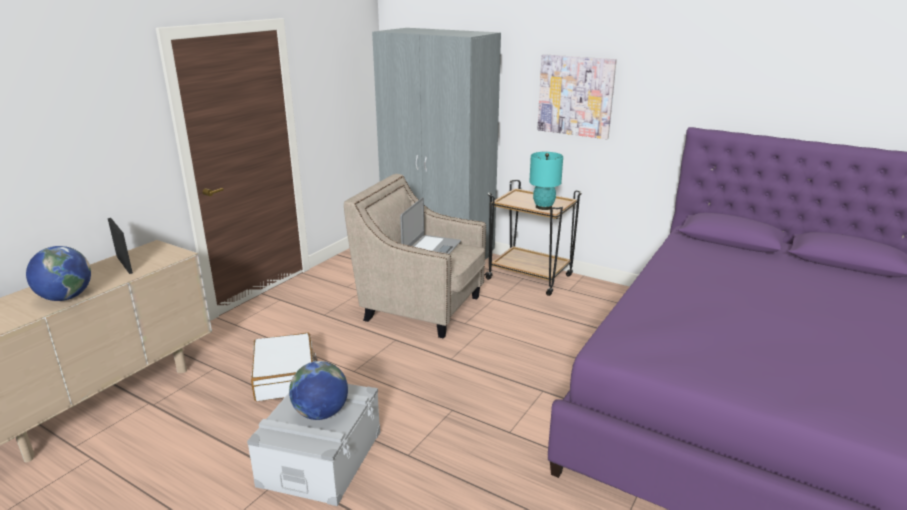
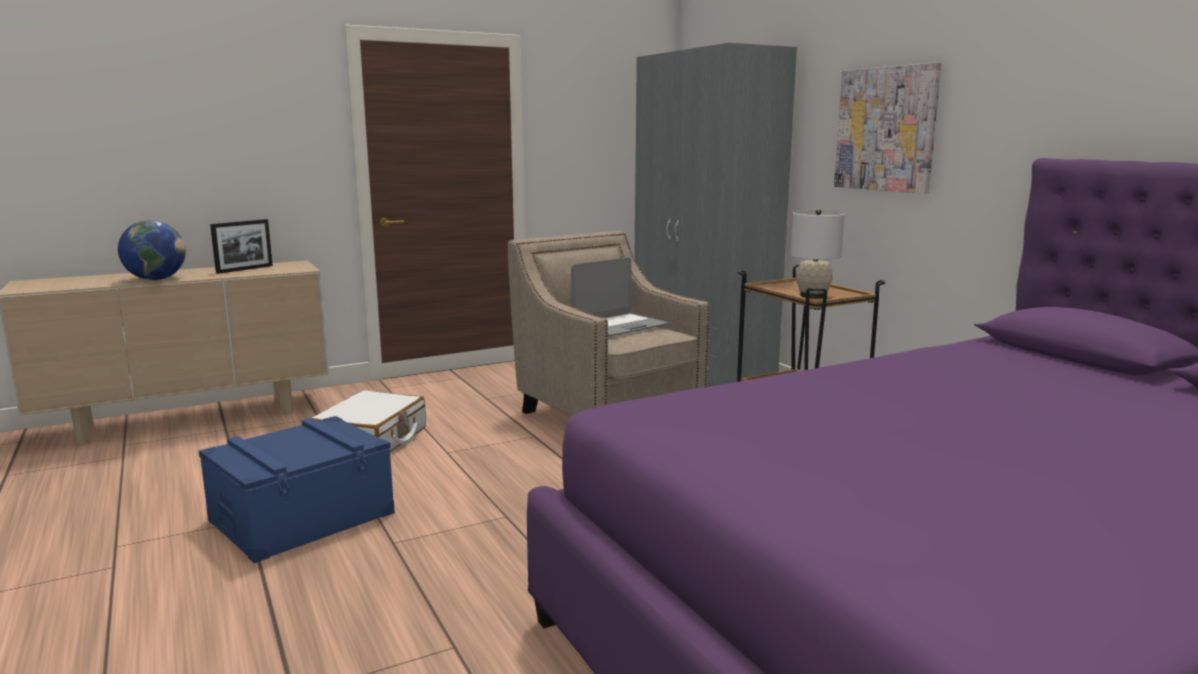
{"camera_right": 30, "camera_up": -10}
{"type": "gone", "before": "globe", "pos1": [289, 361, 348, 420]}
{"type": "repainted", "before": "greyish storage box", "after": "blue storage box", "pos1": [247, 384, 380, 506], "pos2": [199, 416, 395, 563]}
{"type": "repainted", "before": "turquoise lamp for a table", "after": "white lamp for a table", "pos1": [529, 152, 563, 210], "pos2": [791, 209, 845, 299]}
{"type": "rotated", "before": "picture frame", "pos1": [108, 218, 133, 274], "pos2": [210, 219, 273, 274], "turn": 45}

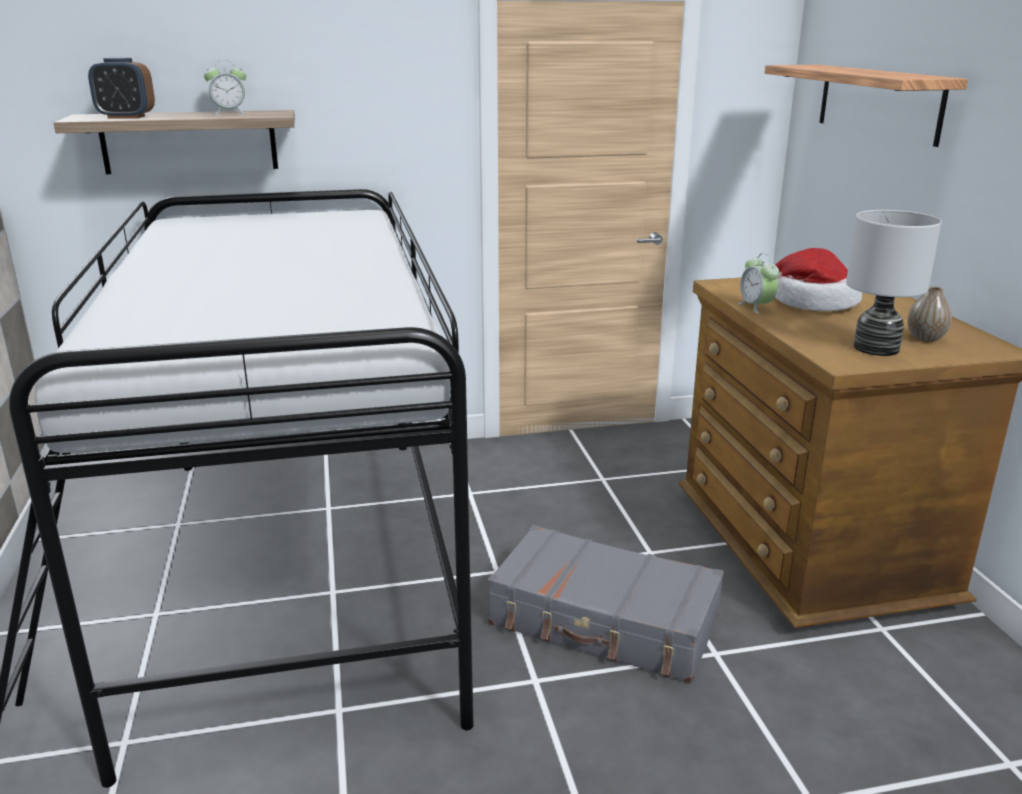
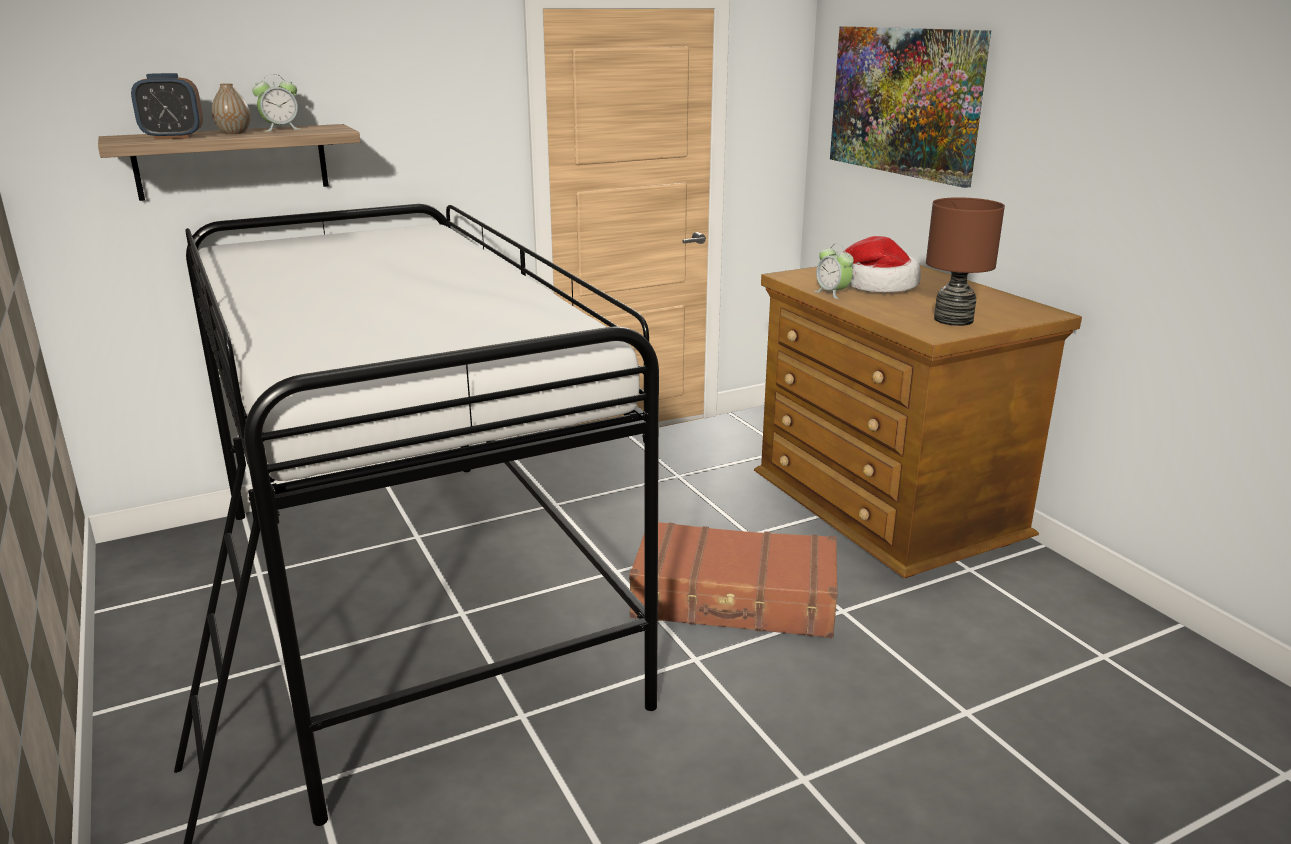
{"camera_right": -15, "camera_up": 0}
{"type": "shifted", "before": "vase", "pos1": [907, 286, 952, 342], "pos2": [212, 83, 251, 134]}
{"type": "swapped", "before": "wall shelf", "after": "picture", "pos1": [765, 65, 968, 147], "pos2": [830, 26, 991, 188]}
{"type": "repainted", "before": "greyish travel case", "after": "brown travel case", "pos1": [488, 525, 724, 684], "pos2": [629, 522, 838, 638]}
{"type": "repainted", "before": "greyish lamp for a table", "after": "brown lamp for a table", "pos1": [846, 210, 942, 356], "pos2": [926, 197, 1005, 326]}

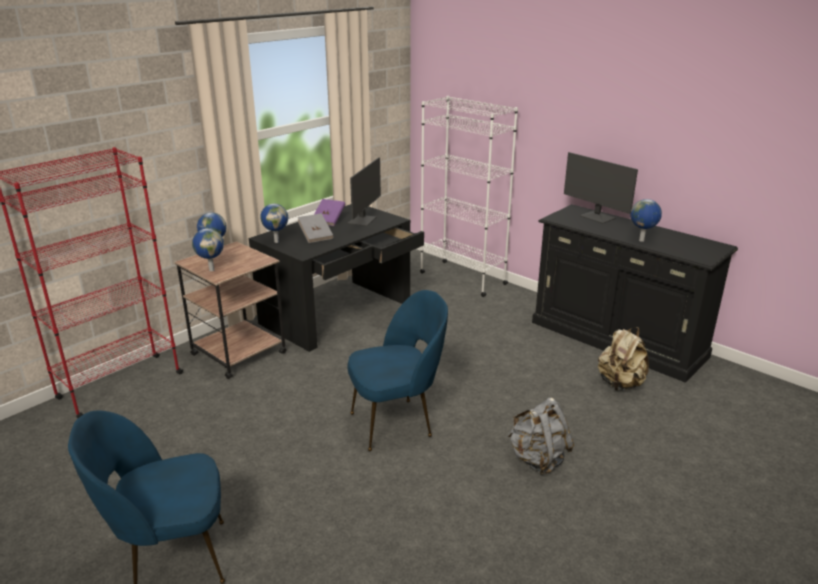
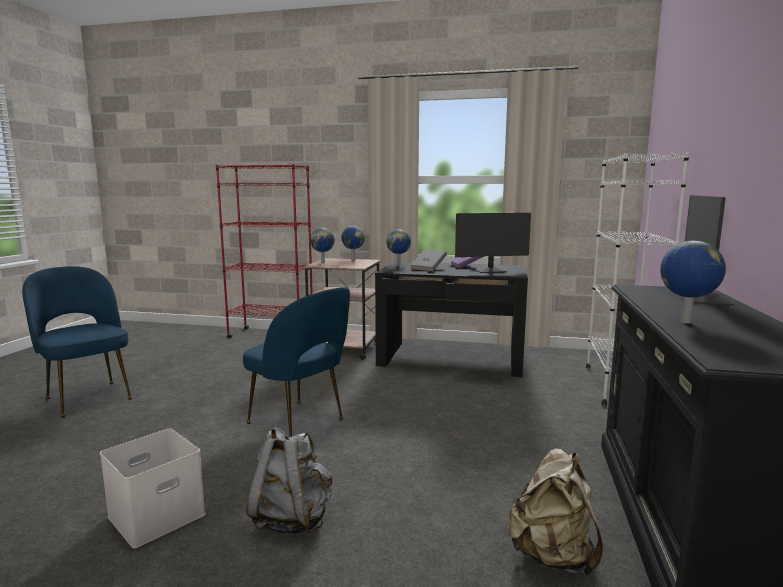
{"camera_right": 60, "camera_up": -15}
{"type": "new", "after": "white storage box", "pos2": [100, 428, 206, 549]}

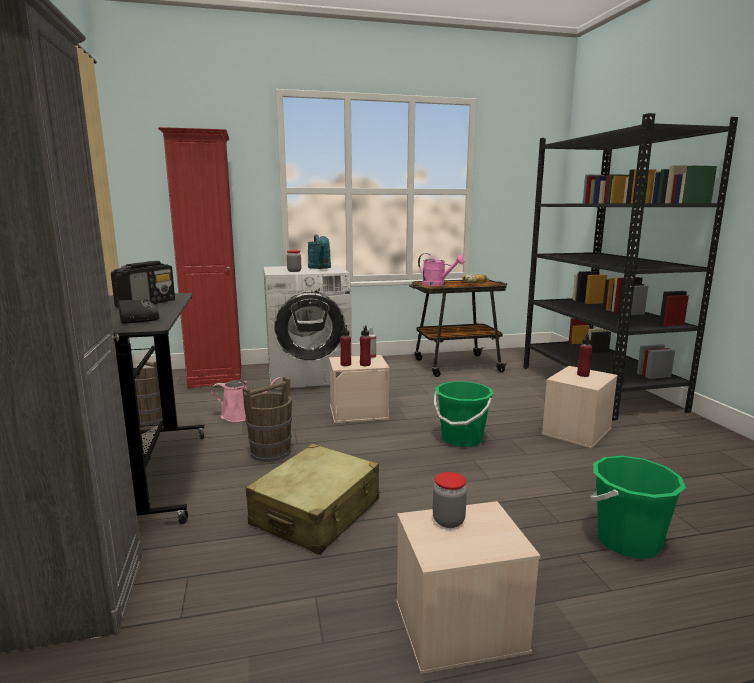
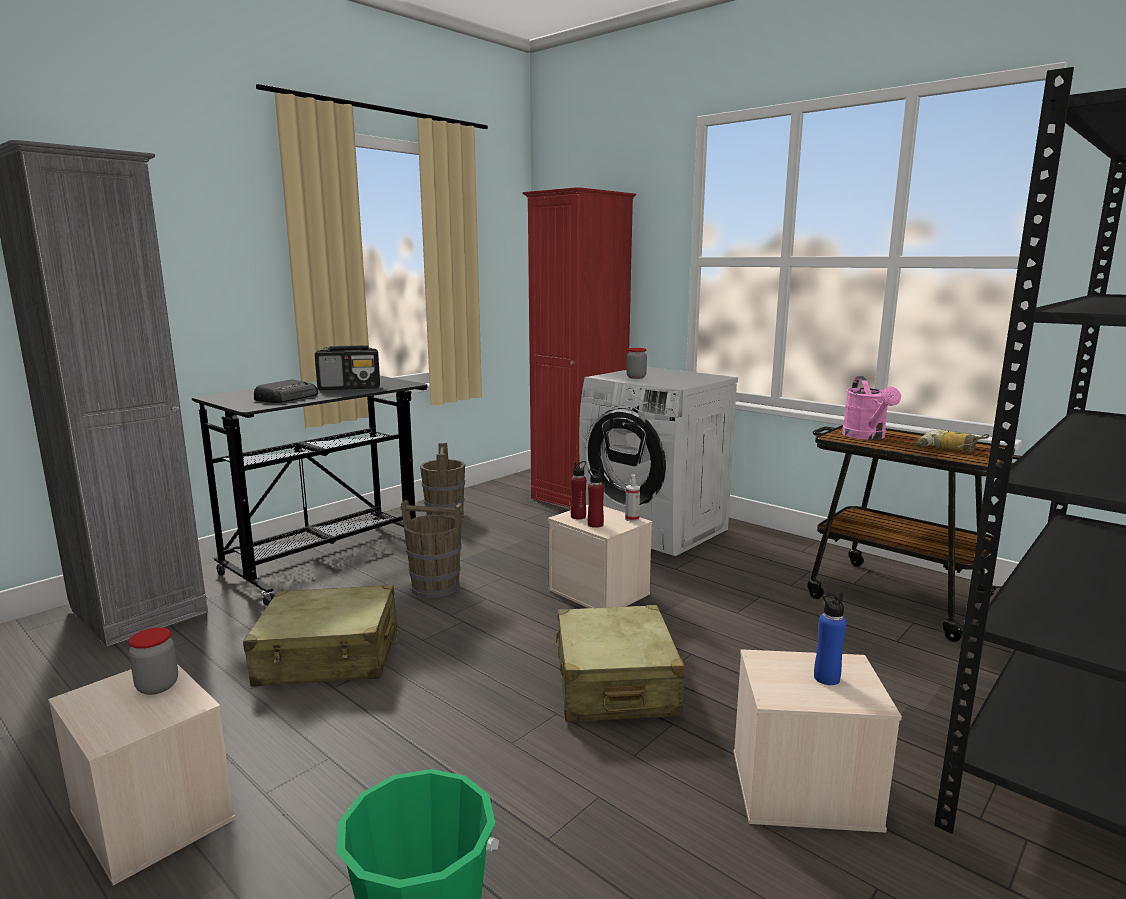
{"camera_right": 55, "camera_up": 0}
{"type": "gone", "before": "pink watering pot", "pos1": [210, 377, 281, 422]}
{"type": "gone", "before": "turquoise watering pot", "pos1": [307, 235, 331, 269]}
{"type": "swapped", "before": "greenish pail", "after": "beige-coloured travel case", "pos1": [434, 381, 493, 447], "pos2": [554, 605, 685, 721]}
{"type": "repainted", "before": "red-coloured drink bottle", "after": "blue drink bottle", "pos1": [577, 333, 592, 377], "pos2": [814, 592, 846, 685]}

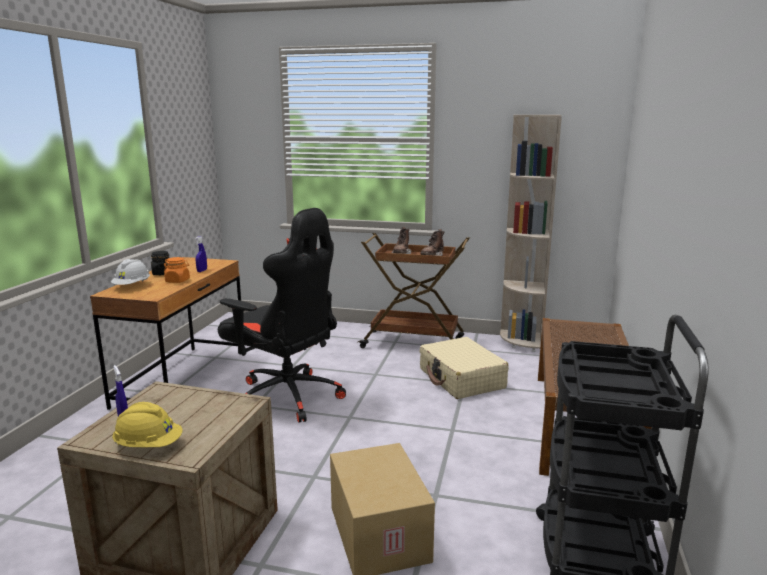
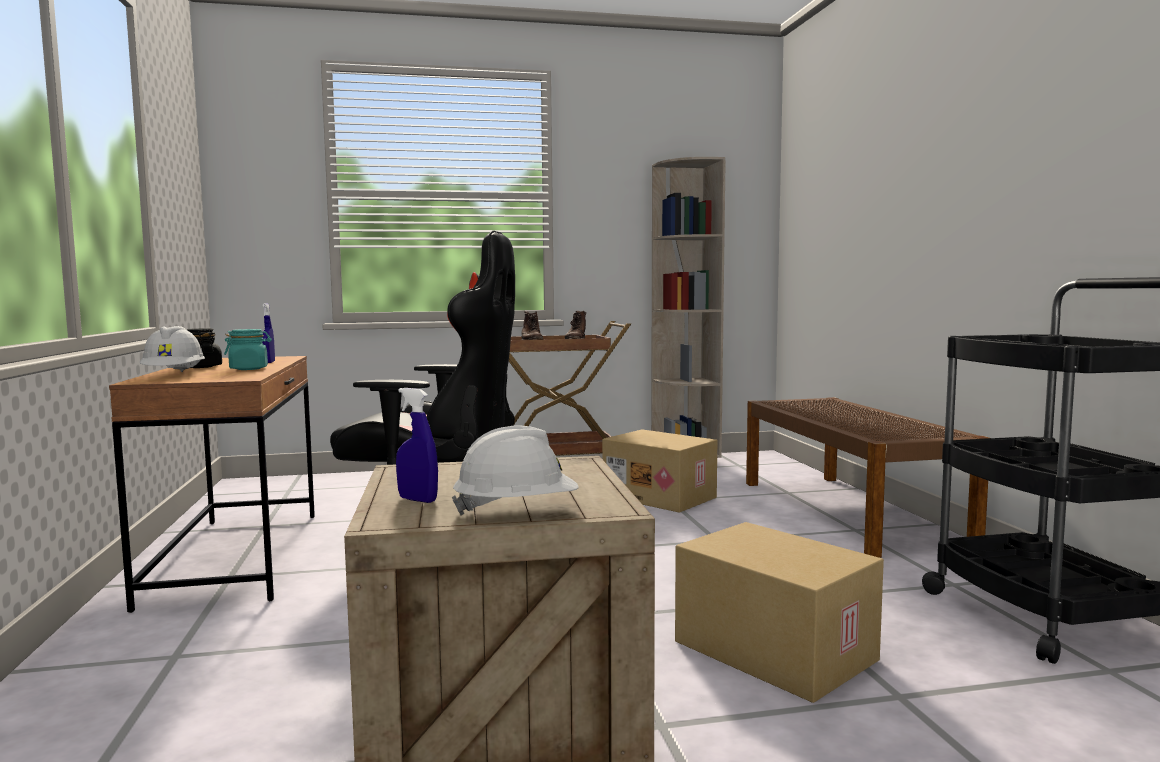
{"camera_right": -25, "camera_up": -10}
{"type": "swapped", "before": "beige-coloured travel case", "after": "carton", "pos1": [420, 337, 509, 399], "pos2": [602, 429, 717, 513]}
{"type": "repainted", "before": "yellow hard hat", "after": "white hard hat", "pos1": [112, 402, 183, 447], "pos2": [452, 425, 579, 515]}
{"type": "repainted", "before": "orange jar", "after": "turquoise jar", "pos1": [164, 257, 190, 283], "pos2": [224, 329, 272, 370]}

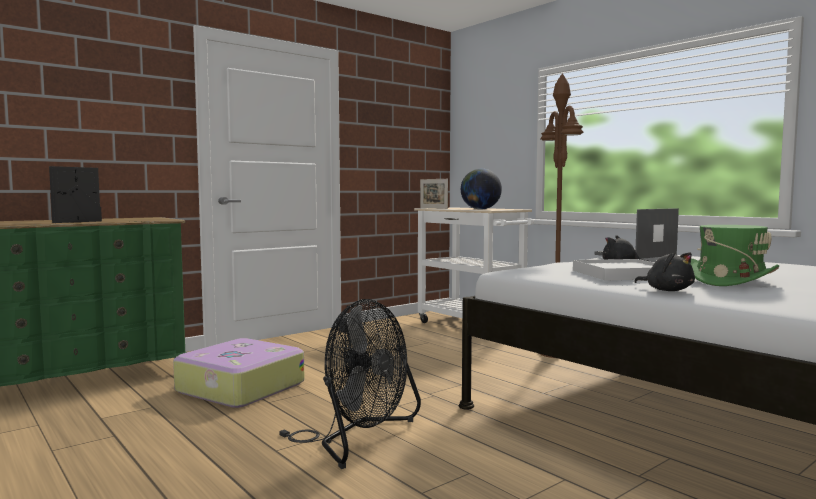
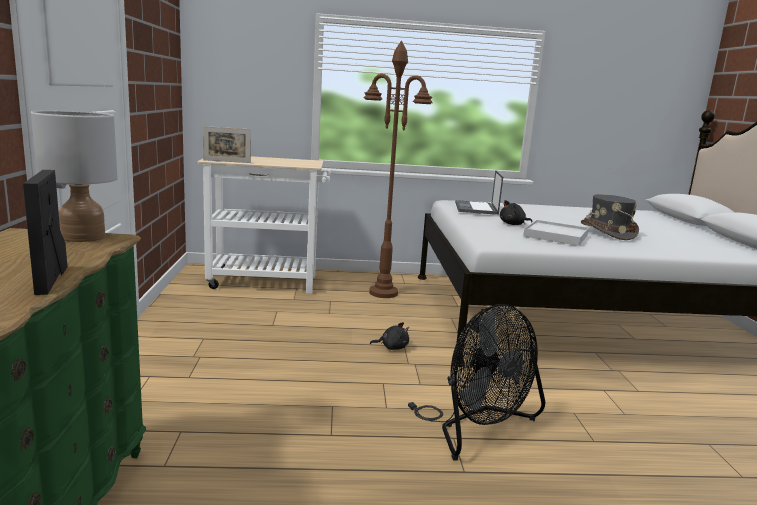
{"camera_right": -55, "camera_up": 10}
{"type": "gone", "before": "travel case", "pos1": [173, 338, 304, 408]}
{"type": "gone", "before": "globe", "pos1": [461, 169, 502, 209]}
{"type": "new", "after": "greyish lamp for a table", "pos2": [31, 111, 118, 242]}
{"type": "shifted", "before": "black-coloured soft toy", "pos1": [634, 252, 695, 291], "pos2": [370, 322, 409, 350]}
{"type": "repainted", "before": "greenish wearable hat", "after": "greyish wearable hat", "pos1": [691, 225, 779, 286], "pos2": [581, 194, 639, 240]}
{"type": "rotated", "before": "black-coloured cooling fan", "pos1": [279, 299, 421, 469], "pos2": [408, 304, 545, 461], "turn": 75}

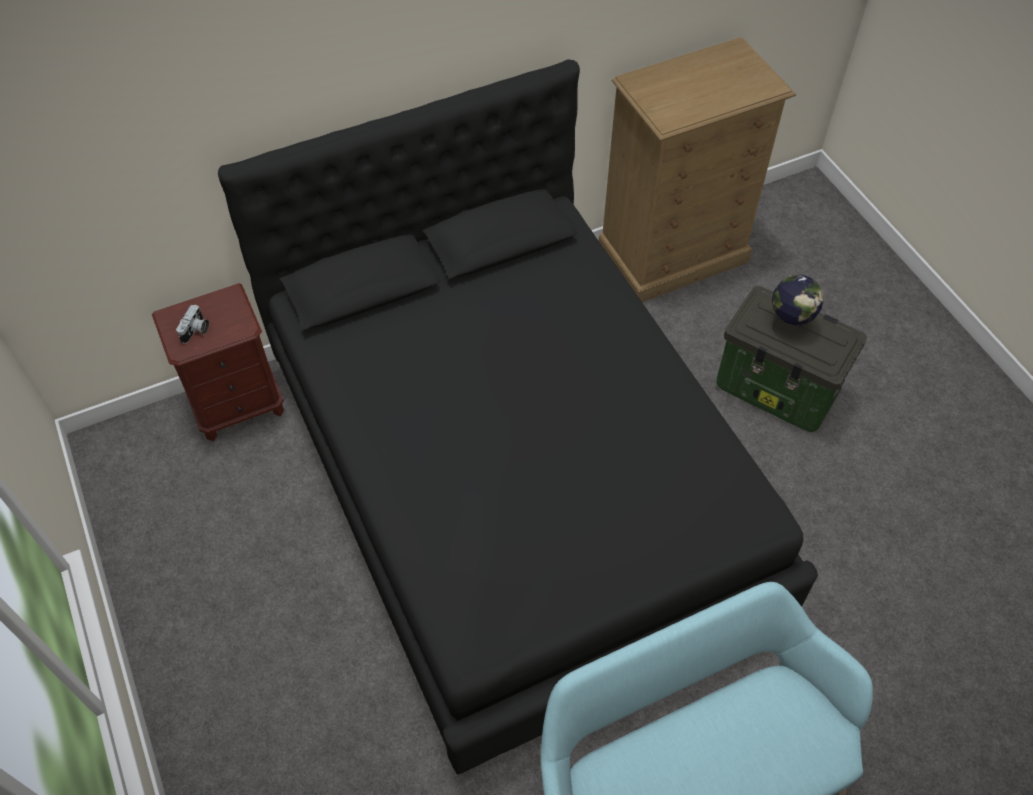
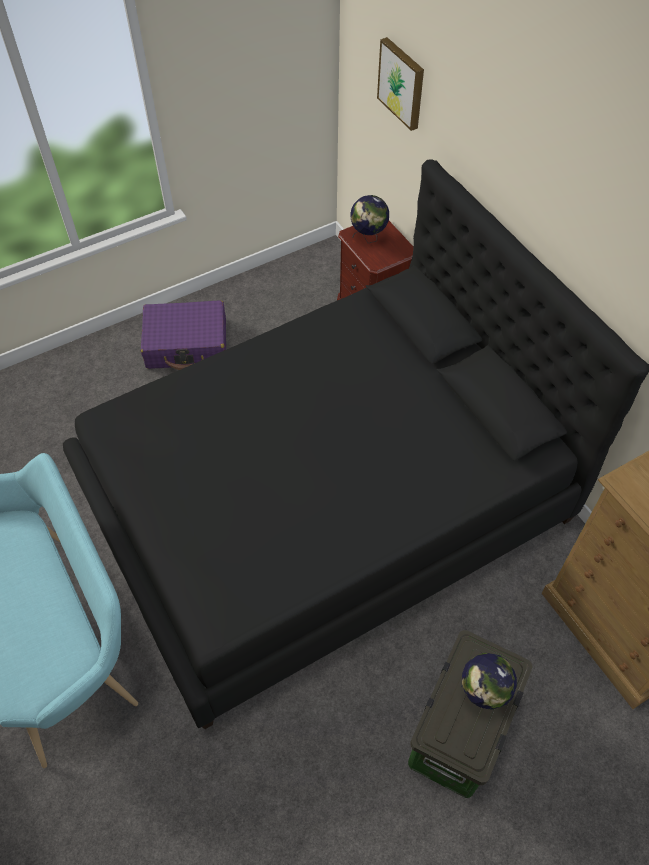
{"camera_right": 85, "camera_up": 0}
{"type": "new", "after": "purplish travel case", "pos2": [141, 300, 226, 370]}
{"type": "new", "after": "picture", "pos2": [377, 37, 424, 131]}
{"type": "swapped", "before": "photo camera", "after": "globe", "pos1": [176, 304, 209, 344], "pos2": [350, 195, 389, 243]}

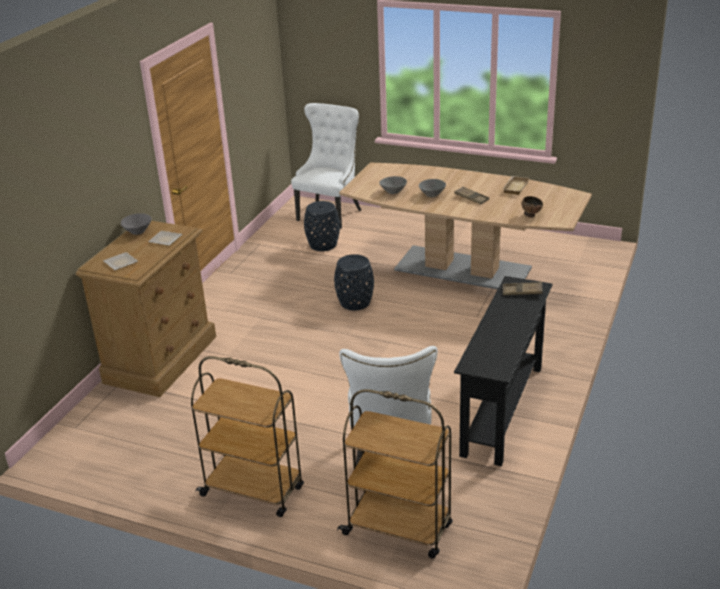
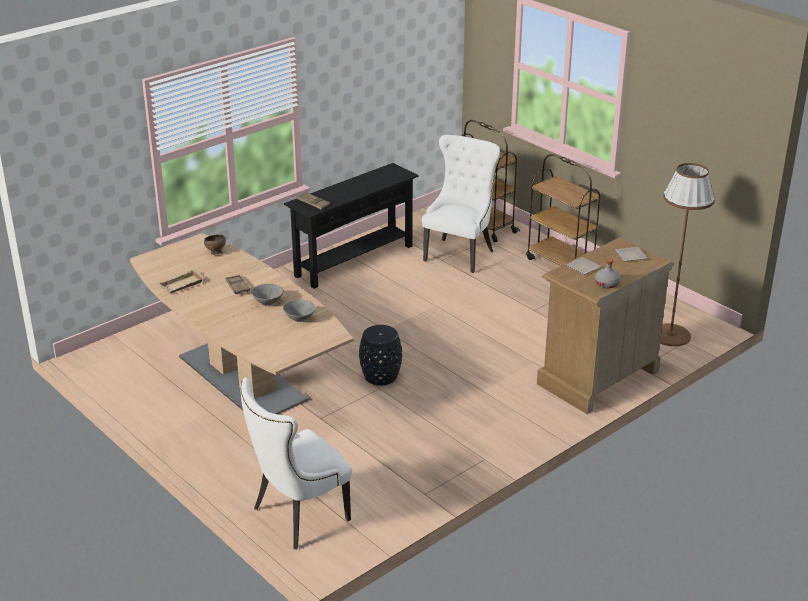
{"camera_right": -155, "camera_up": 0}
{"type": "gone", "before": "black-coloured stool seat", "pos1": [304, 201, 340, 251]}
{"type": "new", "after": "brown floor lamp", "pos2": [660, 163, 715, 346]}
{"type": "swapped", "before": "greyish bowl", "after": "greyish drink bottle", "pos1": [121, 213, 152, 235], "pos2": [595, 258, 621, 288]}

